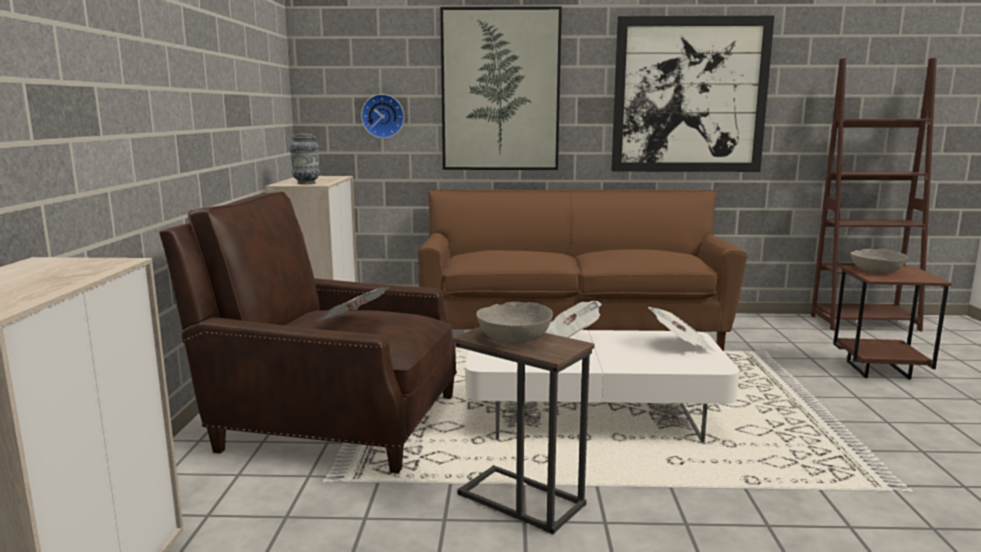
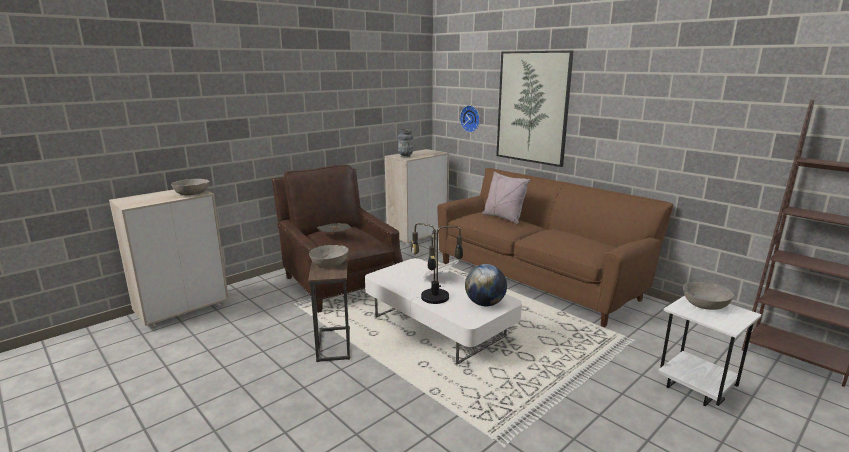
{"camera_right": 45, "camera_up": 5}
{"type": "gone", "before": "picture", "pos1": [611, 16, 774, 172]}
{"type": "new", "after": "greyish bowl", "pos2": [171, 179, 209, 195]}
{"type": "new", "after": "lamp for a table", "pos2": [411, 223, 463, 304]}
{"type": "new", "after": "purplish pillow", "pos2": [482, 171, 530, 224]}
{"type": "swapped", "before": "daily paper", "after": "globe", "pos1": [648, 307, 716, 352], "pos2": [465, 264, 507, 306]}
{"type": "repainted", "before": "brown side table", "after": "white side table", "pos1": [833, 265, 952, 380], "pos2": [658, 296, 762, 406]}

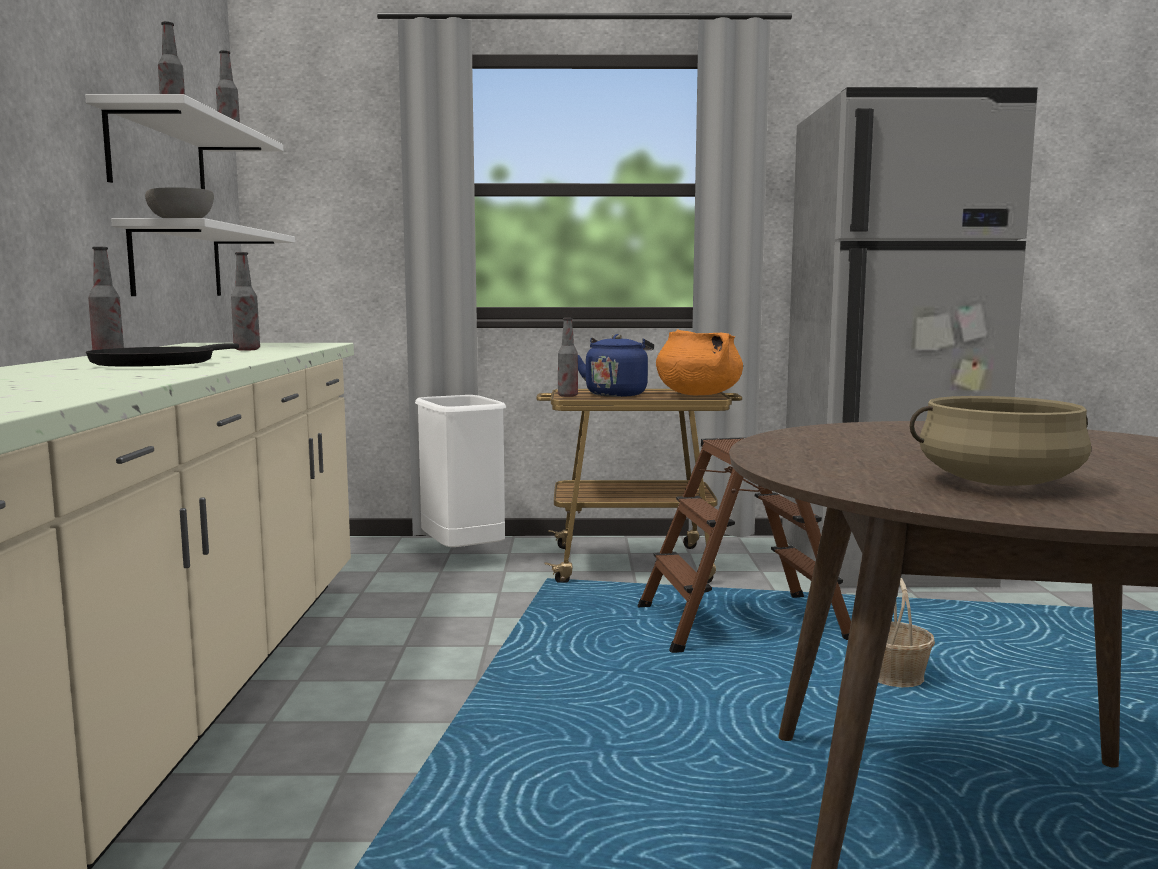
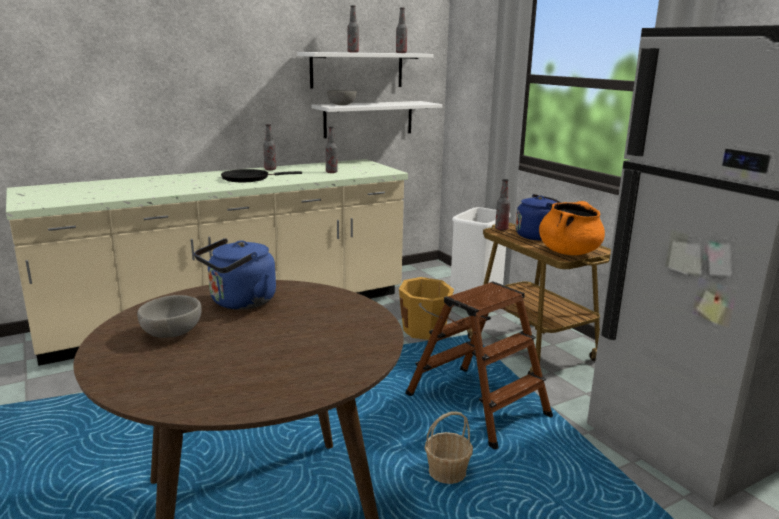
{"camera_right": 60, "camera_up": 10}
{"type": "new", "after": "blue tea kettle", "pos2": [194, 238, 276, 310]}
{"type": "new", "after": "orange pail", "pos2": [399, 277, 454, 340]}
{"type": "swapped", "before": "beige-coloured cooking pot", "after": "greyish bowl", "pos1": [910, 396, 1091, 486], "pos2": [137, 295, 201, 338]}

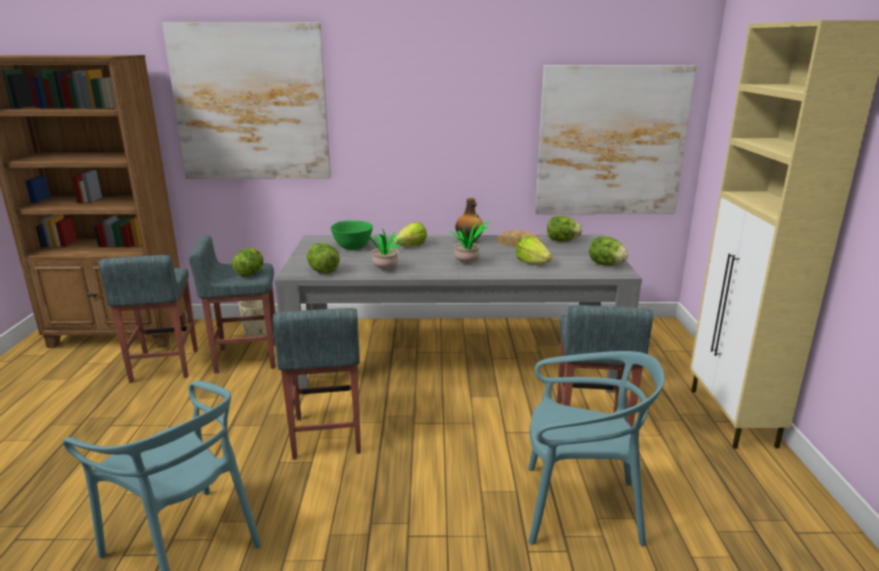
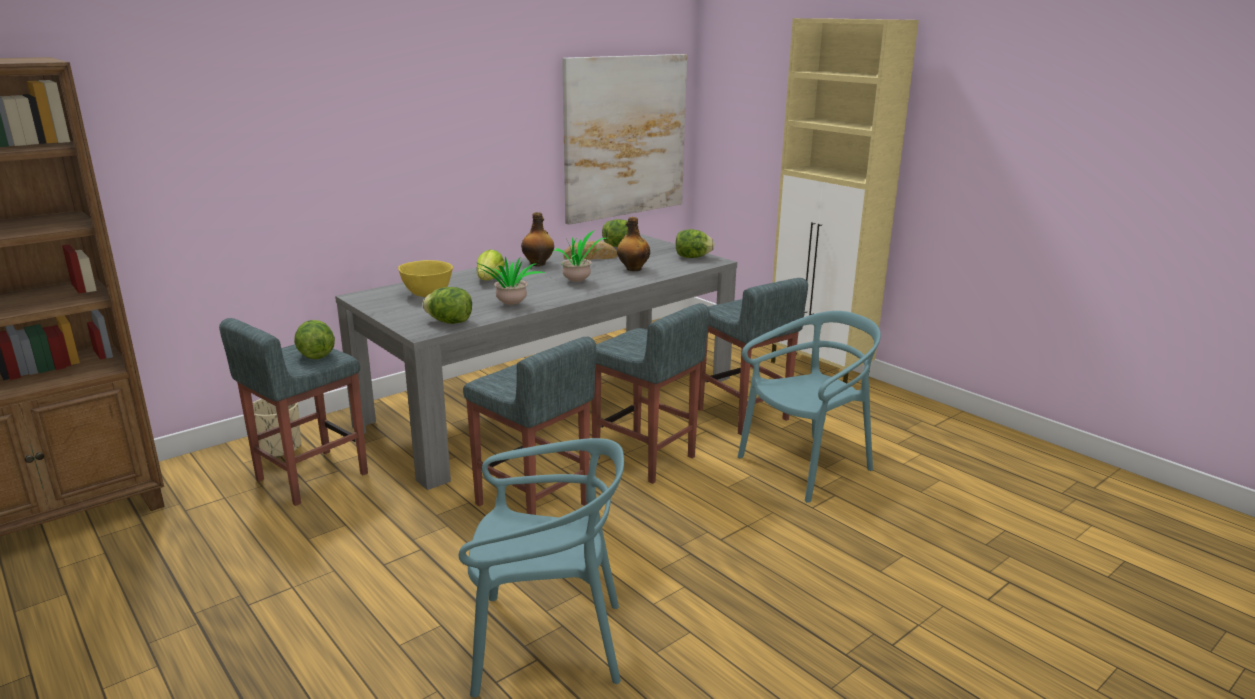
{"camera_right": -40, "camera_up": 0}
{"type": "gone", "before": "picture", "pos1": [162, 22, 331, 179]}
{"type": "shifted", "before": "greyish stool seat", "pos1": [98, 255, 198, 383], "pos2": [591, 303, 710, 484]}
{"type": "swapped", "before": "lettuce head", "after": "drink bottle", "pos1": [516, 237, 552, 264], "pos2": [617, 217, 650, 271]}
{"type": "repainted", "before": "greenish bowl", "after": "yellow bowl", "pos1": [331, 221, 373, 250], "pos2": [398, 260, 453, 297]}

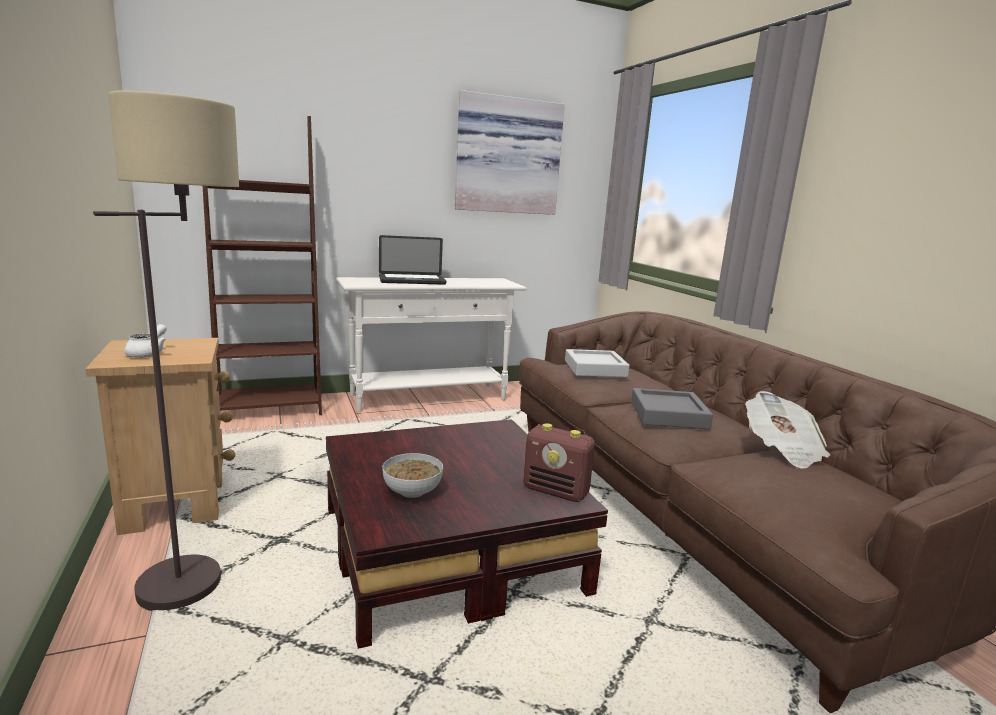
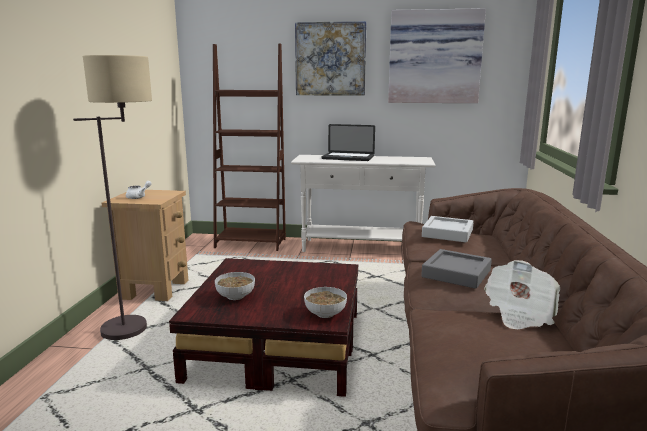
{"camera_right": 30, "camera_up": 0}
{"type": "new", "after": "picture", "pos2": [295, 21, 366, 96]}
{"type": "swapped", "before": "radio", "after": "bowl", "pos1": [523, 423, 595, 502], "pos2": [304, 287, 347, 318]}

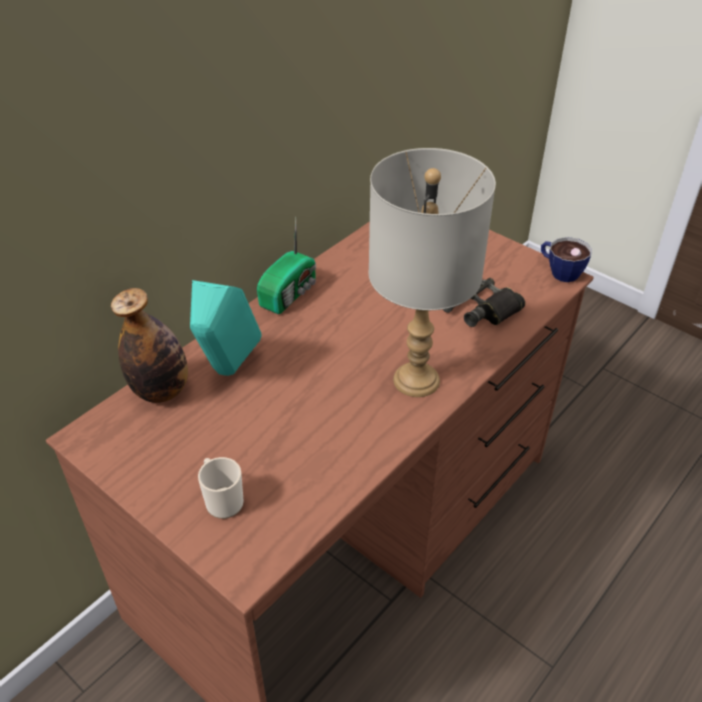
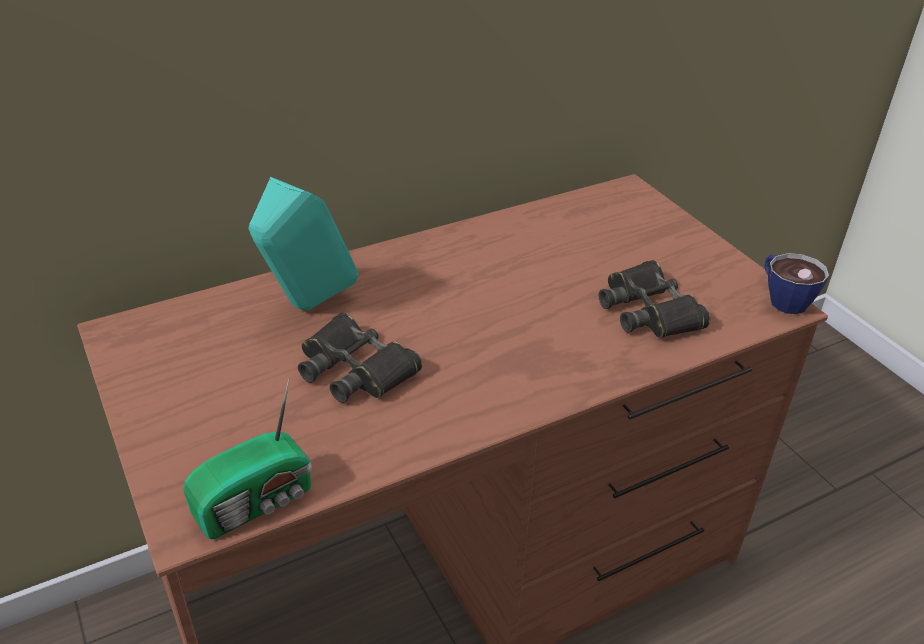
{"camera_right": 20, "camera_up": -5}
{"type": "gone", "before": "drink bottle", "pos1": [111, 288, 188, 403]}
{"type": "gone", "before": "tea mug", "pos1": [198, 457, 244, 519]}
{"type": "gone", "before": "greyish lamp for a table", "pos1": [369, 148, 496, 397]}
{"type": "new", "after": "black-coloured binoculars", "pos2": [298, 312, 422, 403]}
{"type": "shifted", "before": "radio", "pos1": [257, 217, 316, 314], "pos2": [184, 379, 312, 540]}

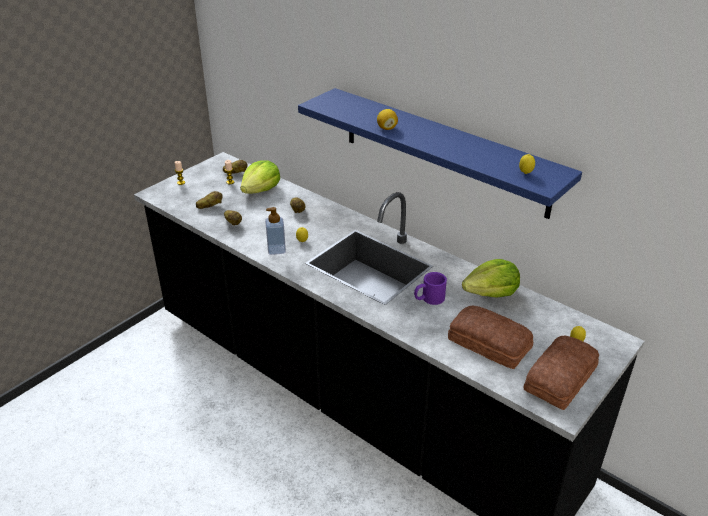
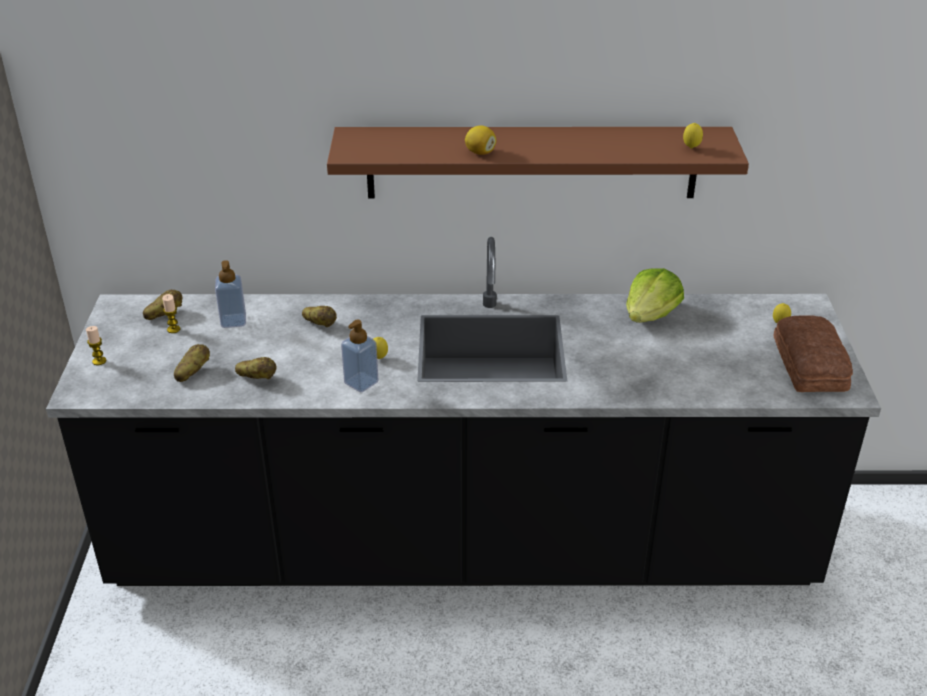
{"camera_right": -40, "camera_up": 0}
{"type": "gone", "before": "purplish tea mug", "pos1": [414, 272, 447, 305]}
{"type": "gone", "before": "bread", "pos1": [448, 306, 533, 369]}
{"type": "swapped", "before": "lettuce head", "after": "liquid soap bottle", "pos1": [240, 160, 280, 194], "pos2": [215, 260, 246, 328]}
{"type": "repainted", "before": "blue wall shelf", "after": "brown wall shelf", "pos1": [298, 88, 582, 219], "pos2": [327, 127, 749, 199]}

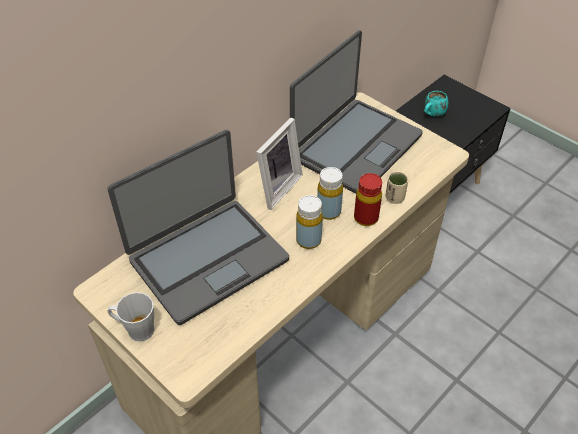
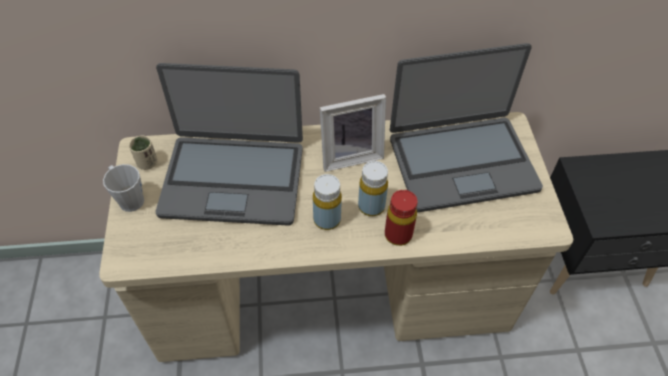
{"camera_right": 40, "camera_up": 5}
{"type": "gone", "before": "turquoise tea mug", "pos1": [424, 91, 448, 117]}
{"type": "shifted", "before": "beige-coloured drinking cup", "pos1": [386, 171, 409, 204], "pos2": [129, 135, 158, 170]}

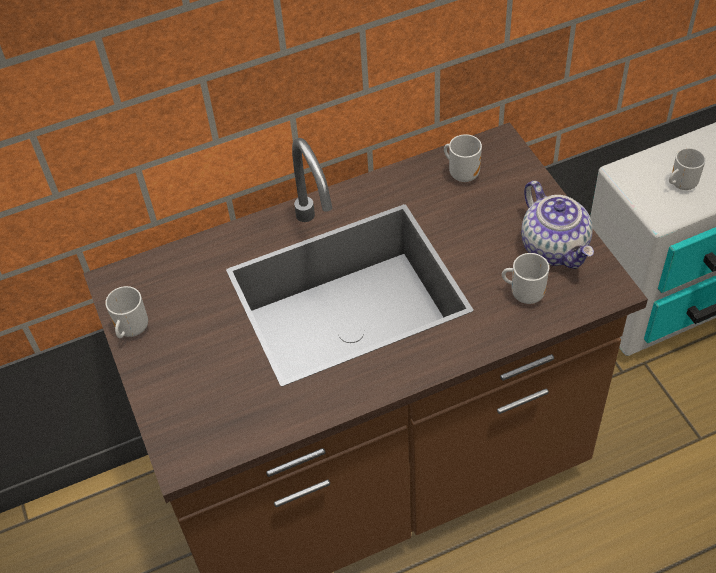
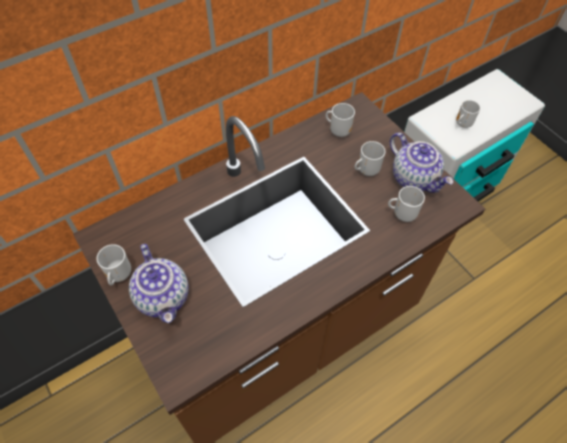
{"camera_right": -15, "camera_up": 5}
{"type": "new", "after": "tea pot", "pos2": [129, 244, 189, 323]}
{"type": "new", "after": "tea mug", "pos2": [354, 141, 385, 176]}

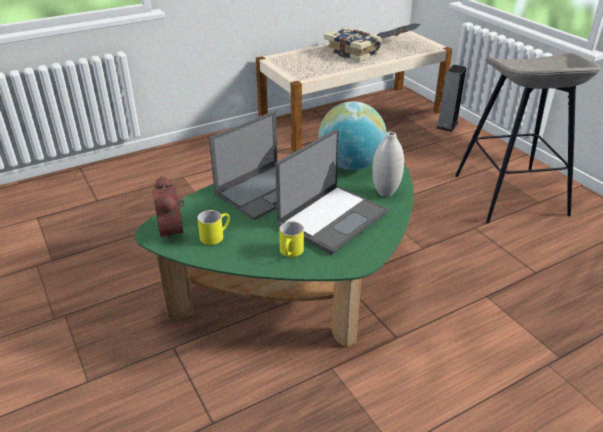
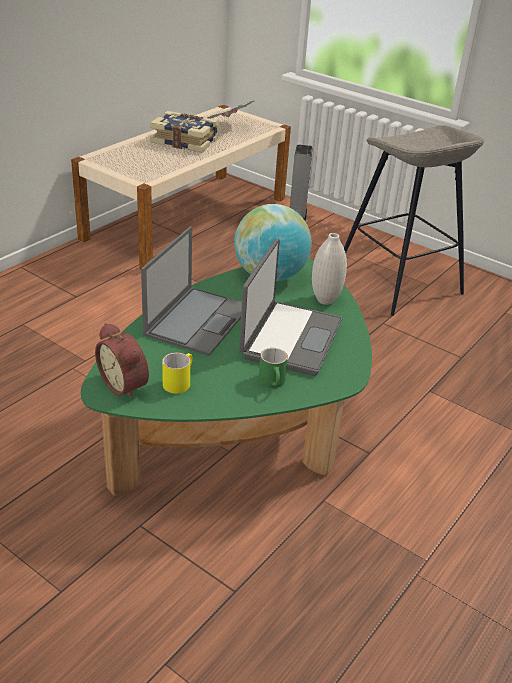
{"camera_right": -25, "camera_up": 0}
{"type": "repainted", "before": "yellow tea mug", "after": "greenish tea mug", "pos1": [279, 221, 304, 257], "pos2": [259, 348, 288, 388]}

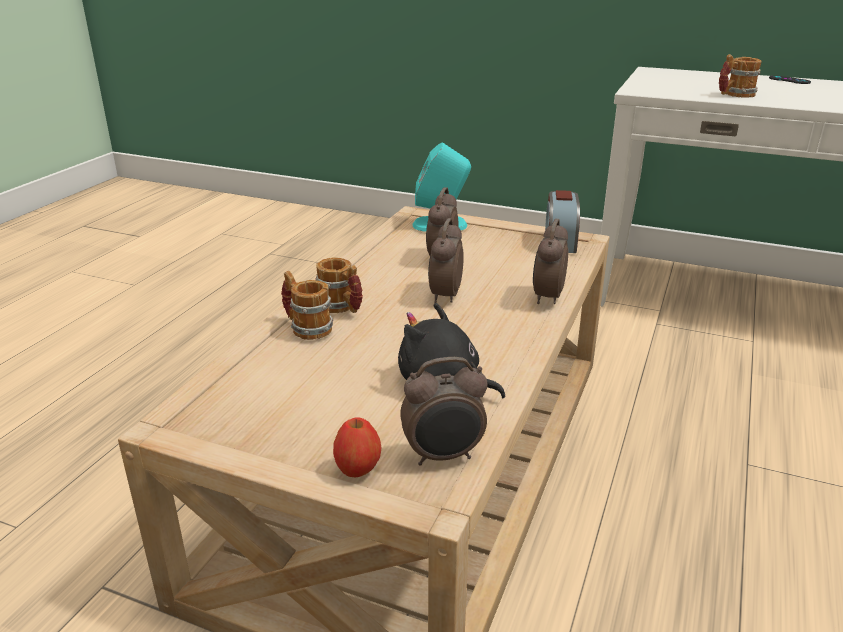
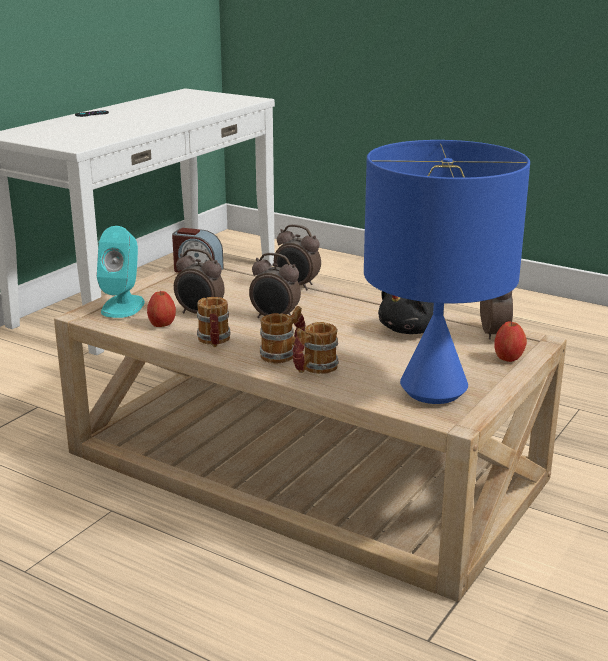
{"camera_right": -80, "camera_up": -5}
{"type": "new", "after": "whole apple", "pos2": [147, 290, 176, 327]}
{"type": "new", "after": "blue lamp for a table", "pos2": [364, 140, 530, 404]}
{"type": "shifted", "before": "tea mug", "pos1": [719, 54, 762, 98], "pos2": [197, 297, 231, 347]}

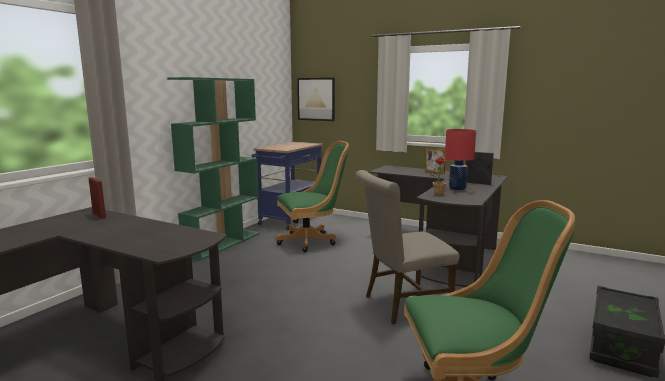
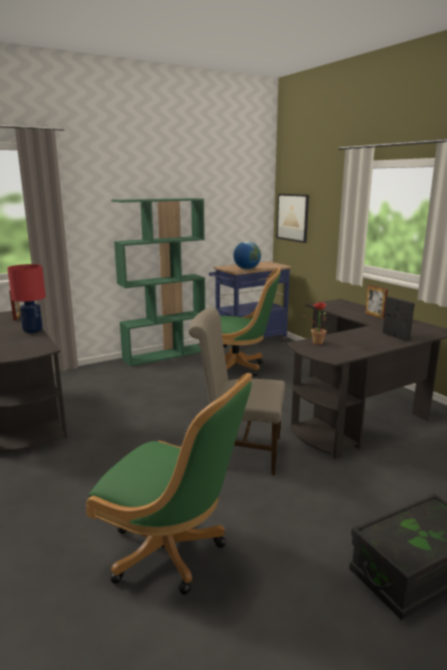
{"camera_right": 30, "camera_up": 5}
{"type": "new", "after": "globe", "pos2": [233, 241, 261, 269]}
{"type": "shifted", "before": "red-coloured lamp for a table", "pos1": [445, 129, 476, 190], "pos2": [7, 264, 46, 333]}

